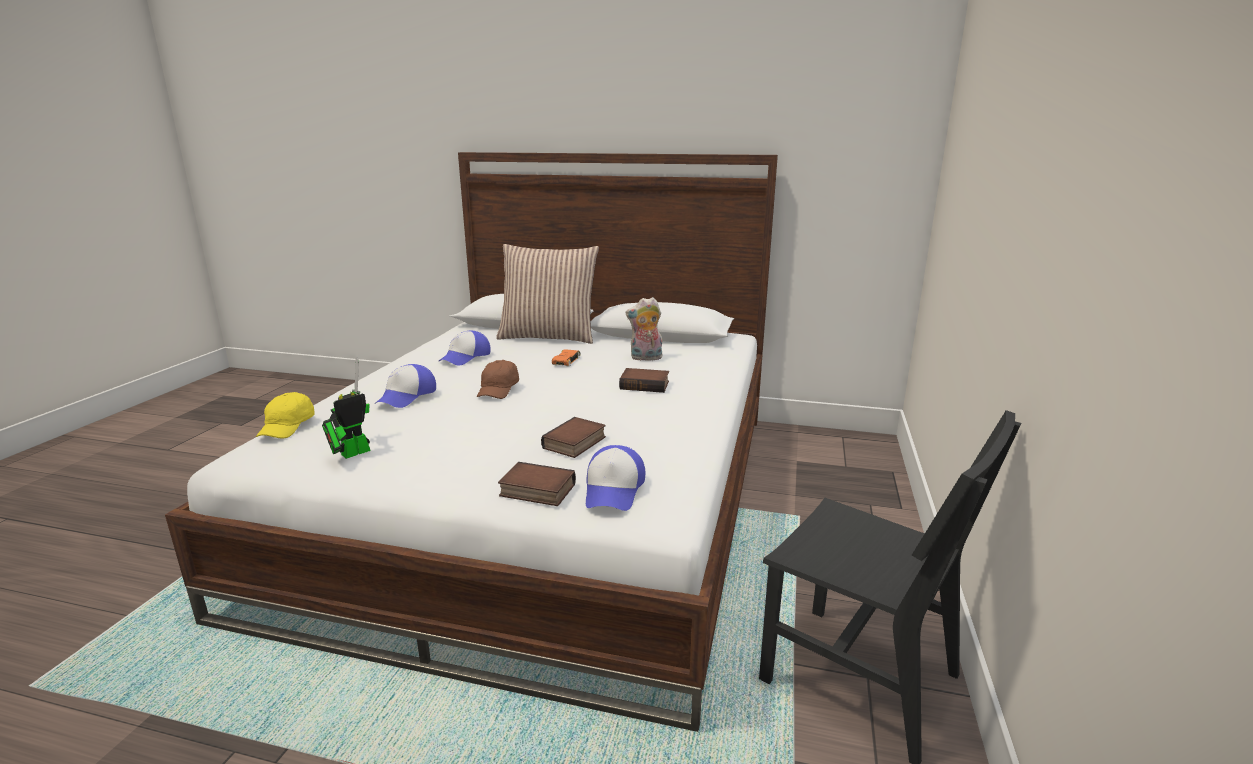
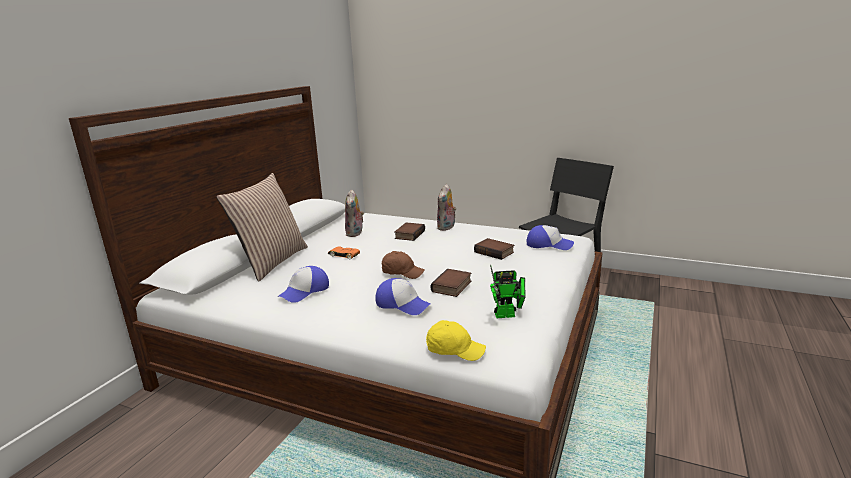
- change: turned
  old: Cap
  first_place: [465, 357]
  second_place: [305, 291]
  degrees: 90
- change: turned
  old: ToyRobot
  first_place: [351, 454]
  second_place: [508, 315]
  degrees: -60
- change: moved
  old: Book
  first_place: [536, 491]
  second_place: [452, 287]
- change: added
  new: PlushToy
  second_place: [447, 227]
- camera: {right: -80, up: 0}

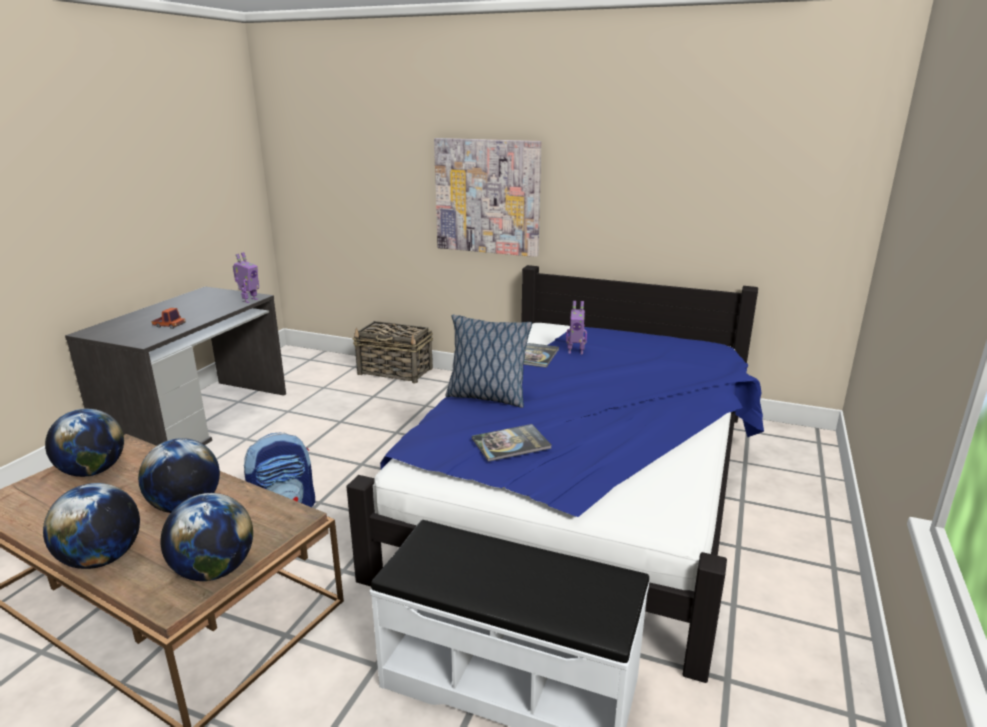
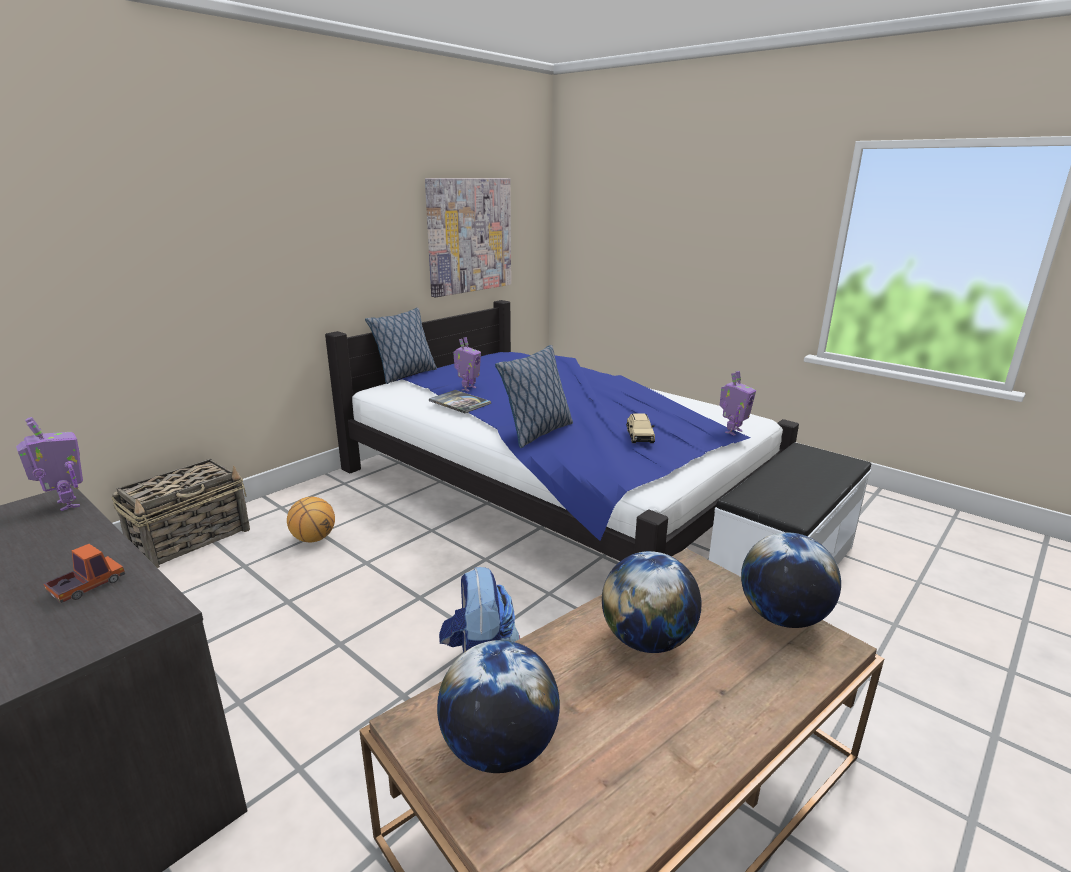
- change: moved
  old: Picture
  first_place: [487, 197]
  second_place: [469, 236]
- change: replaced
  old: Book
  new: BeigeToyCar
  first_place: [511, 443]
  second_place: [639, 436]
- change: removed
  old: Globe
  first_place: [102, 559]
- change: added
  new: Pillow
  second_place: [405, 375]
- change: added
  new: ToyRobot
  second_place: [732, 431]
- change: added
  new: Basketball
  second_place: [313, 539]
- camera: {right: -70, up: 0}

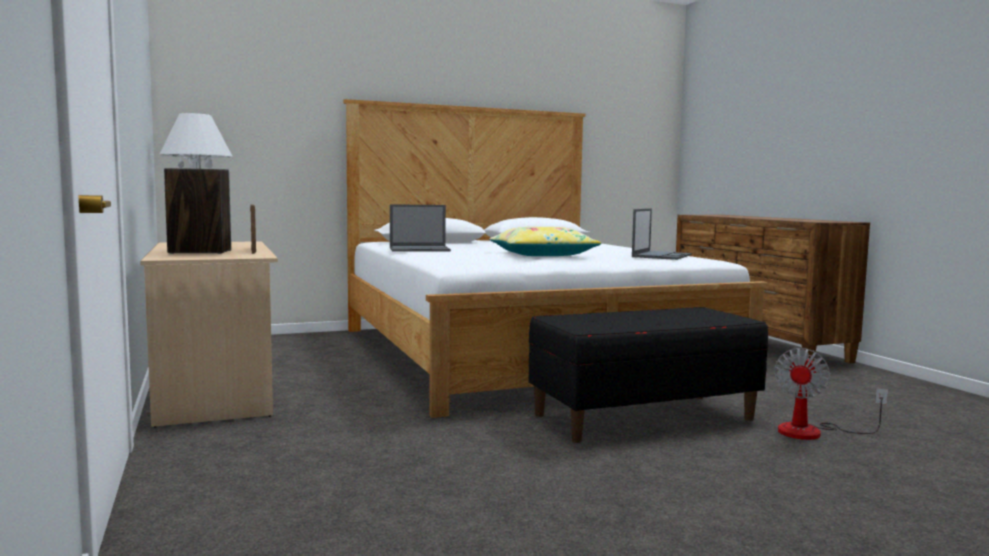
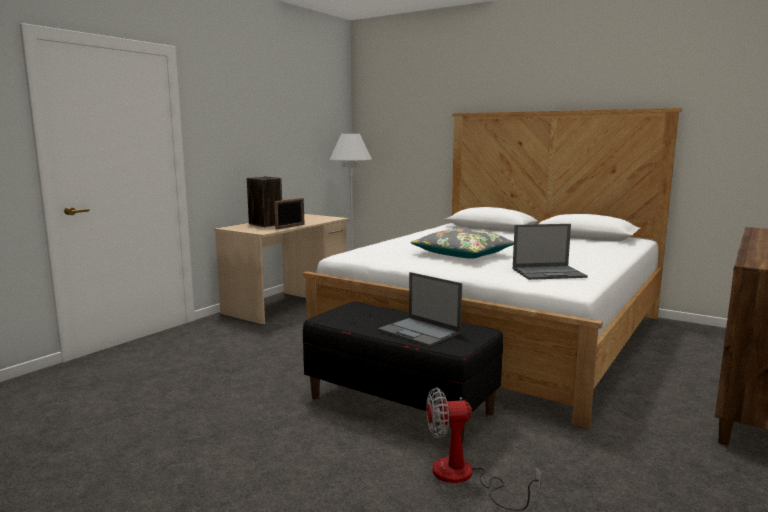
- change: moved
  old: Laptop
  first_place: [420, 249]
  second_place: [420, 332]
- change: recoloured
  old: YellowPillow
  new: GreyPillow
  first_place: [542, 255]
  second_place: [463, 254]
- camera: {right: 55, up: 5}

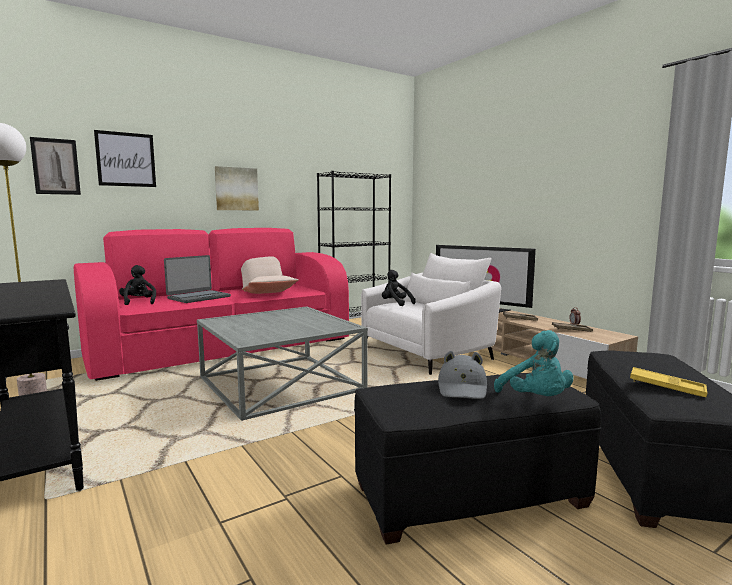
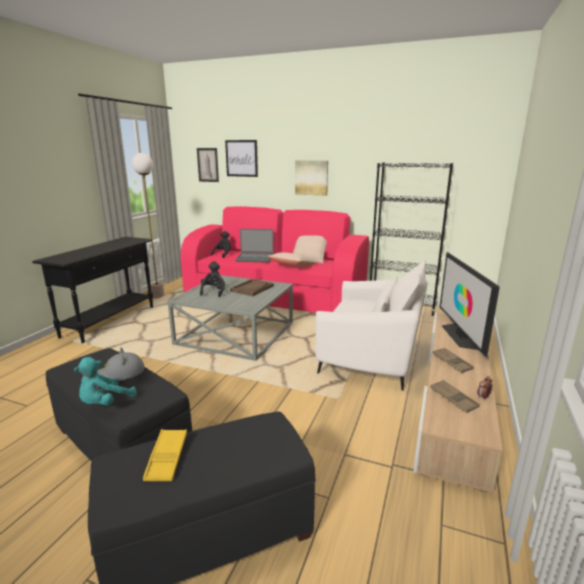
- change: moved
  old: BlackPlushToy
  first_place: [395, 304]
  second_place: [213, 292]
- change: added
  new: BrownTray
  second_place: [252, 288]
- camera: {right: 55, up: 10}

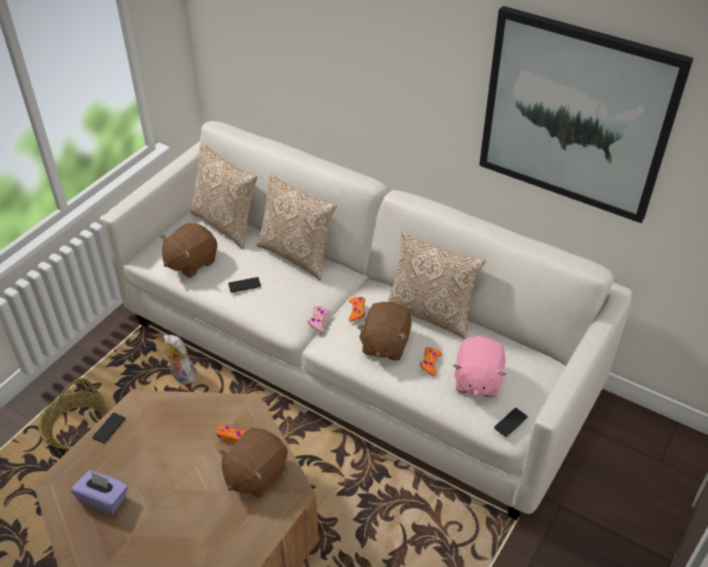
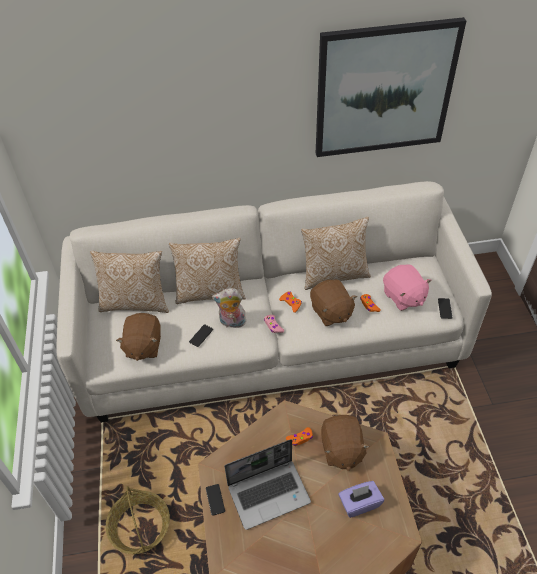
- change: moved
  old: PlushToy
  first_place: [180, 375]
  second_place: [231, 323]
- change: moved
  old: PurpleTissueBox
  first_place: [104, 499]
  second_place: [359, 503]
- change: added
  new: Laptop
  second_place: [269, 493]
- camera: {right: -40, up: 5}

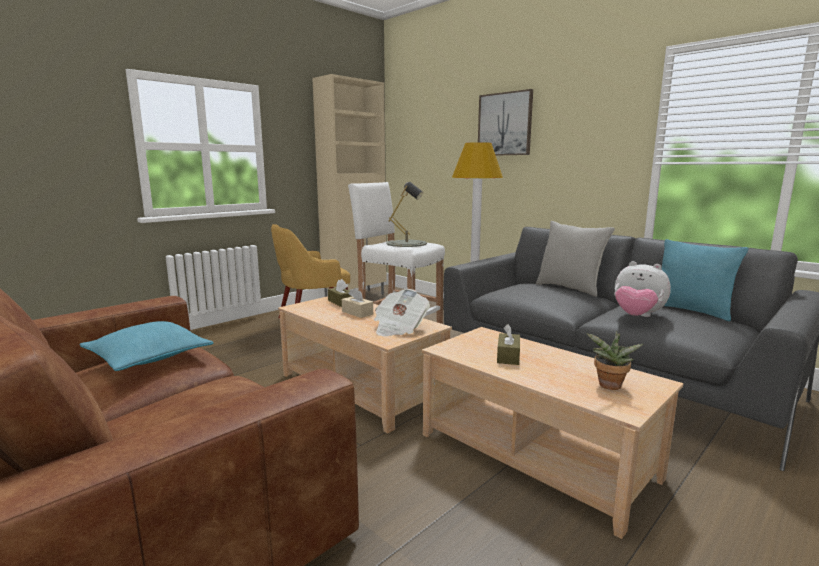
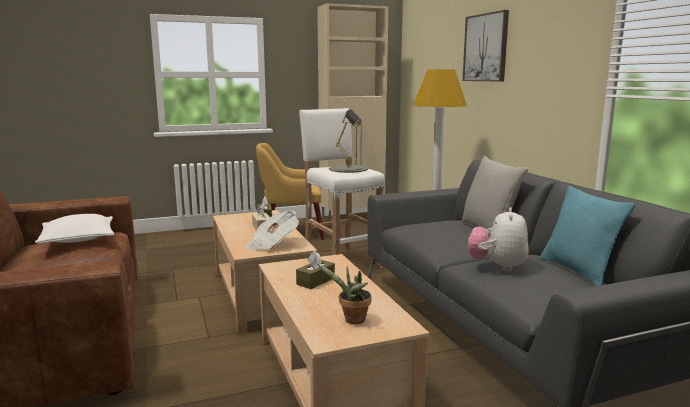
- change: turned
  old: PlushToy
  first_place: [637, 316]
  second_place: [497, 267]
  degrees: 45
- change: recoloured
  old: TurquoisePillow
  new: WhitePillow
  first_place: [148, 357]
  second_place: [78, 239]
- camera: {right: 25, up: 0}

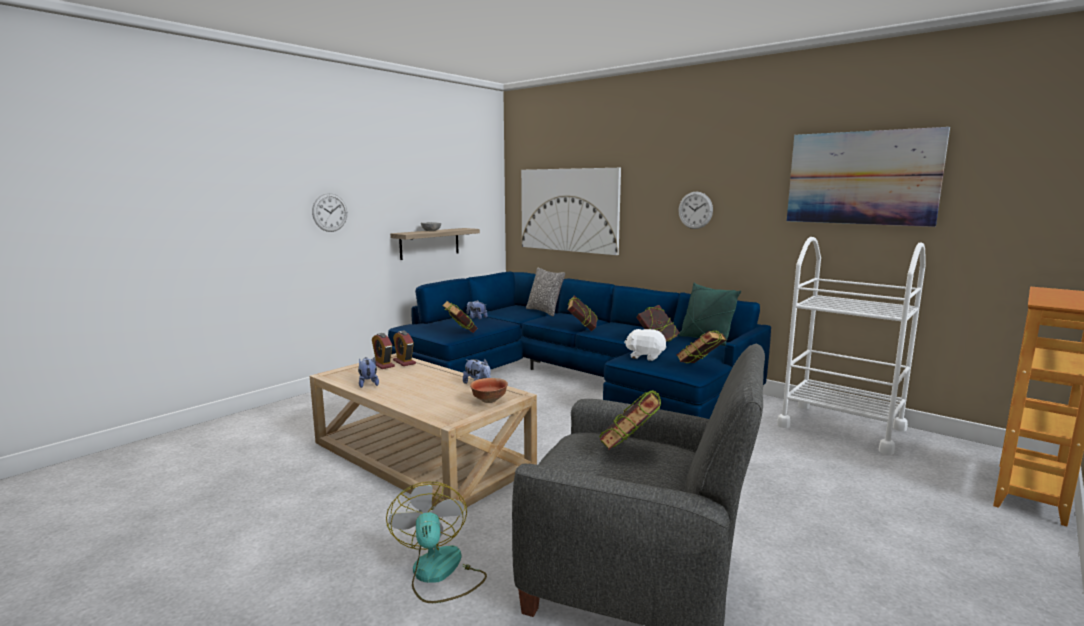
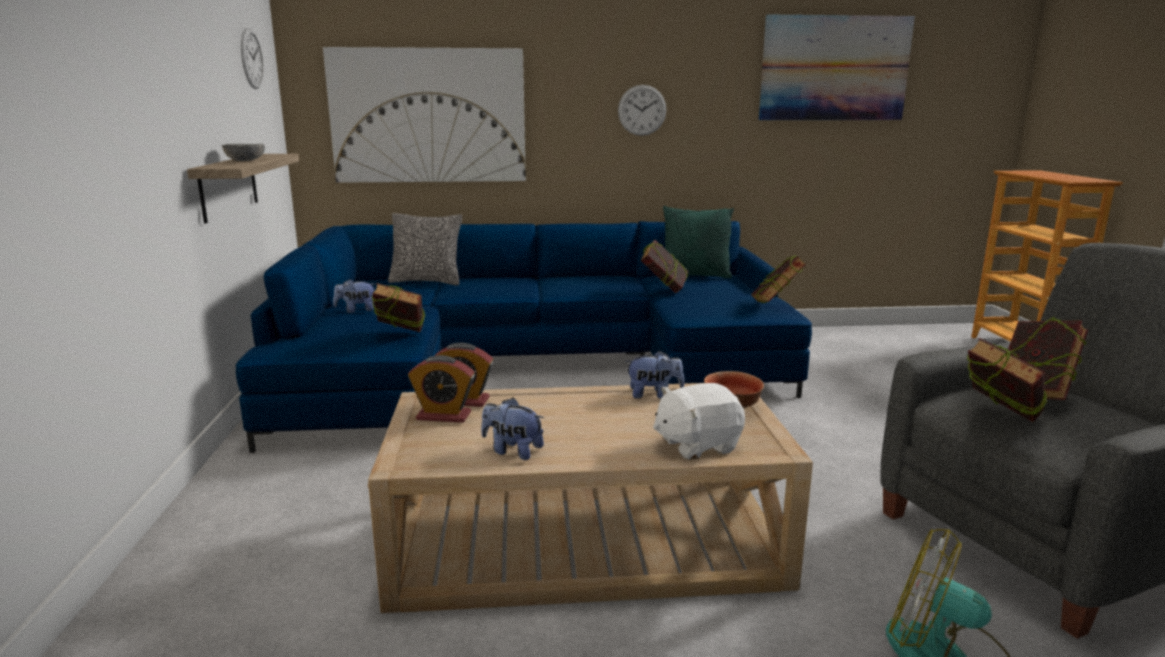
- change: moved
  old: WallClock
  first_place: [330, 212]
  second_place: [251, 58]
- change: removed
  old: WhiteCart
  first_place: [841, 427]
- change: moved
  old: Book
  first_place: [582, 329]
  second_place: [998, 421]
- change: moved
  old: WhitePlushToy
  first_place: [645, 356]
  second_place: [696, 445]
- camera: {right: -45, up: 5}

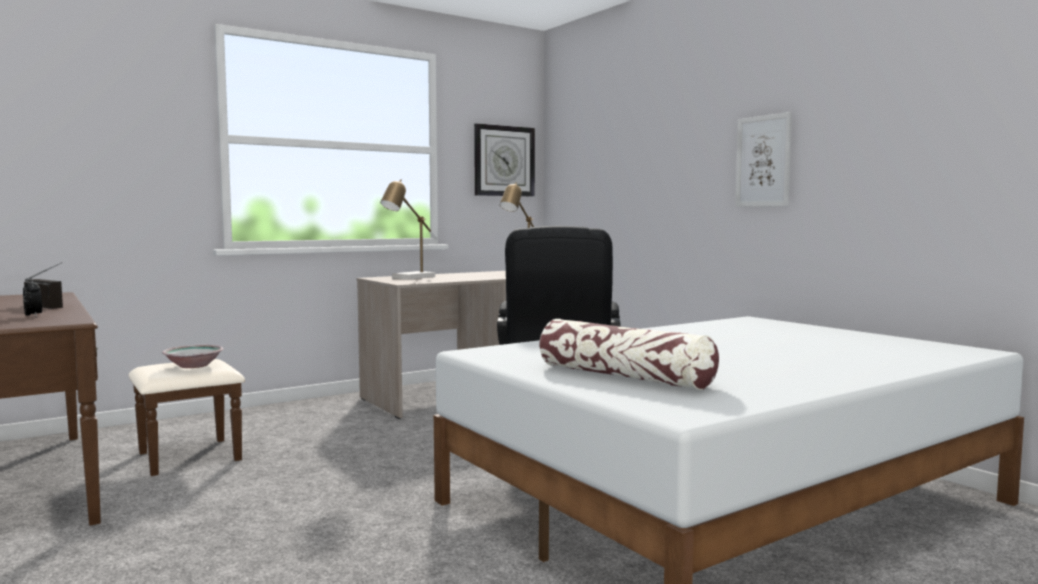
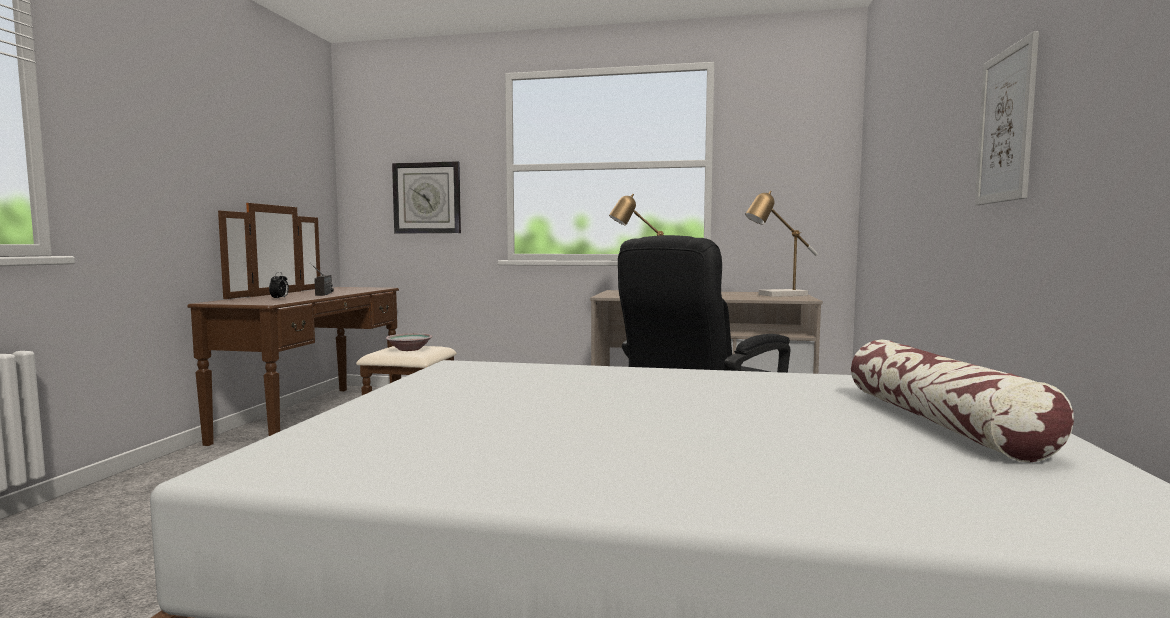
- change: moved
  old: WallClock
  first_place: [504, 161]
  second_place: [427, 198]
- change: moved
  old: Pillow
  first_place: [624, 376]
  second_place: [941, 423]
- camera: {right: 45, up: 0}

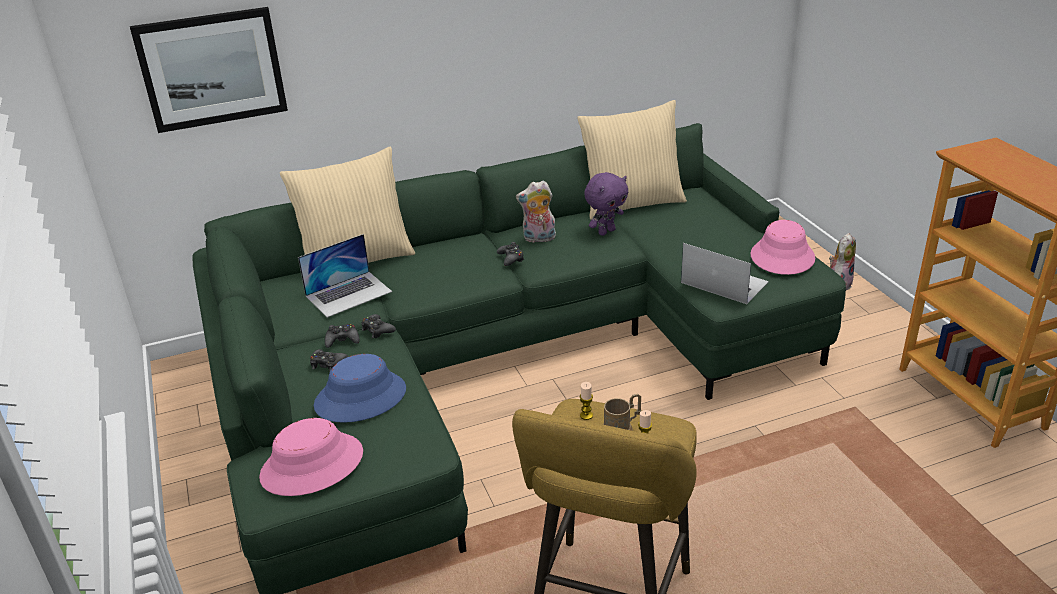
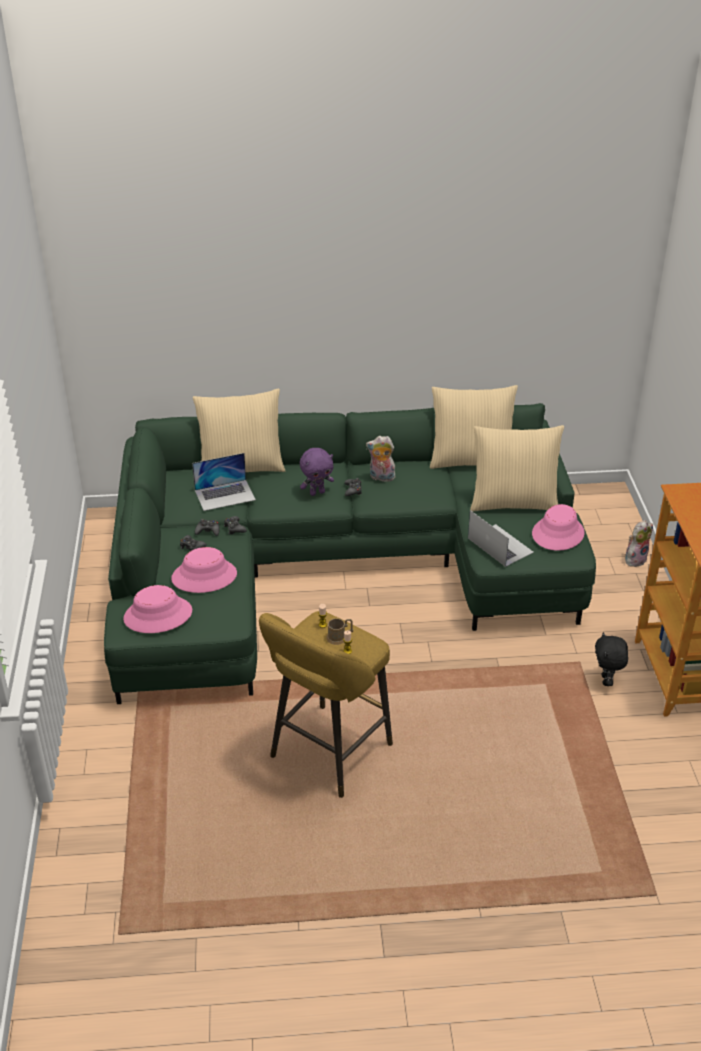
- change: removed
  old: Picture
  first_place: [212, 69]
- change: moved
  old: PurplePlushToy
  first_place: [606, 231]
  second_place: [317, 492]
- change: recoloured
  old: BlueHat
  new: PinkHat
  first_place: [360, 397]
  second_place: [204, 576]
- change: added
  new: BeigePillow
  second_place: [513, 502]
- change: added
  new: BlackPlushToy
  second_place: [606, 681]
- camera: {right: 15, up: 5}

